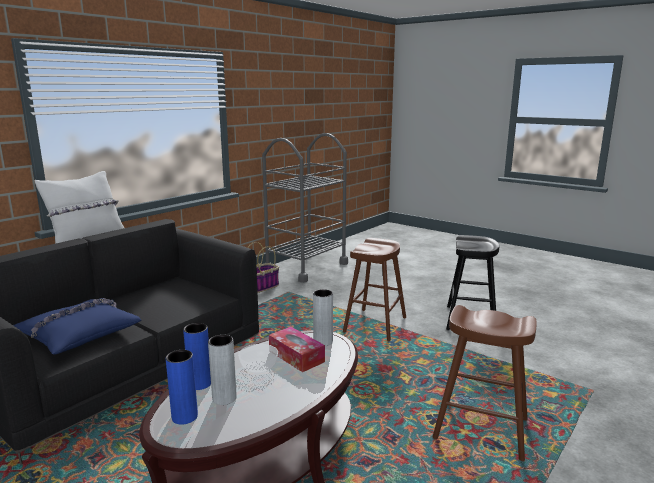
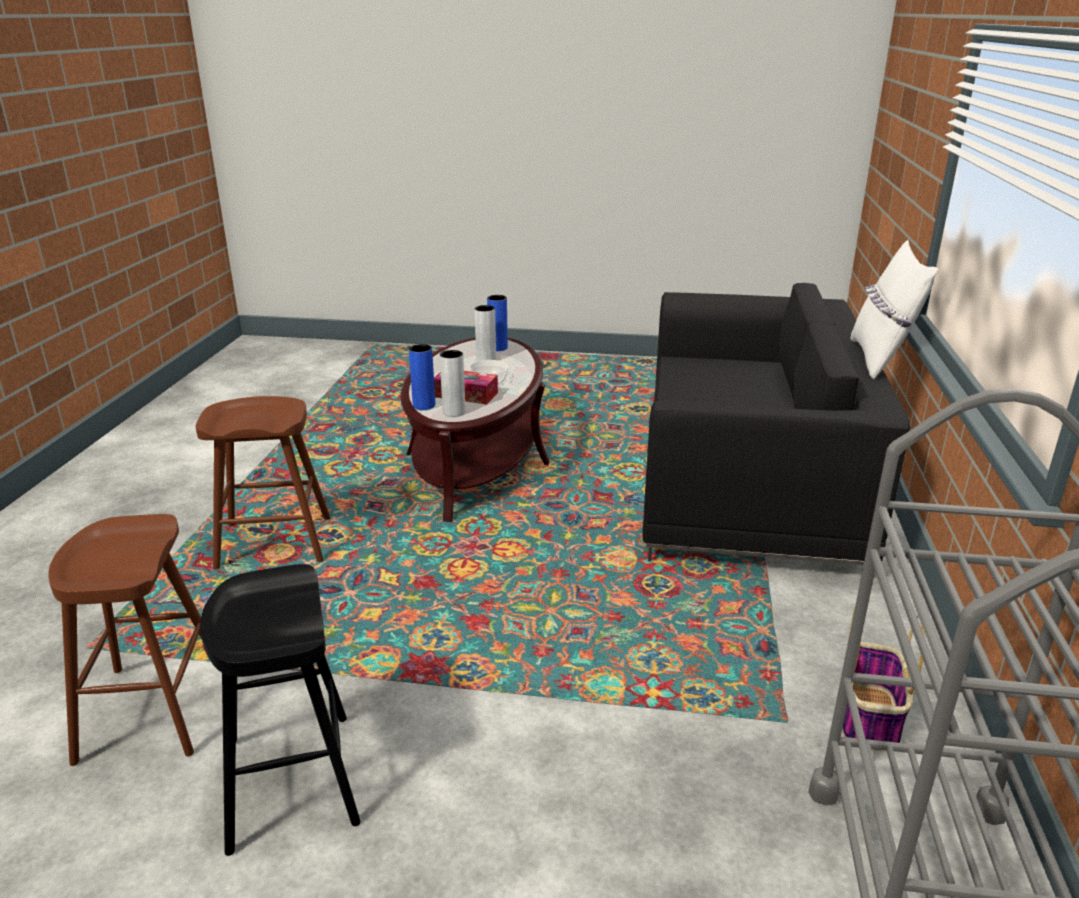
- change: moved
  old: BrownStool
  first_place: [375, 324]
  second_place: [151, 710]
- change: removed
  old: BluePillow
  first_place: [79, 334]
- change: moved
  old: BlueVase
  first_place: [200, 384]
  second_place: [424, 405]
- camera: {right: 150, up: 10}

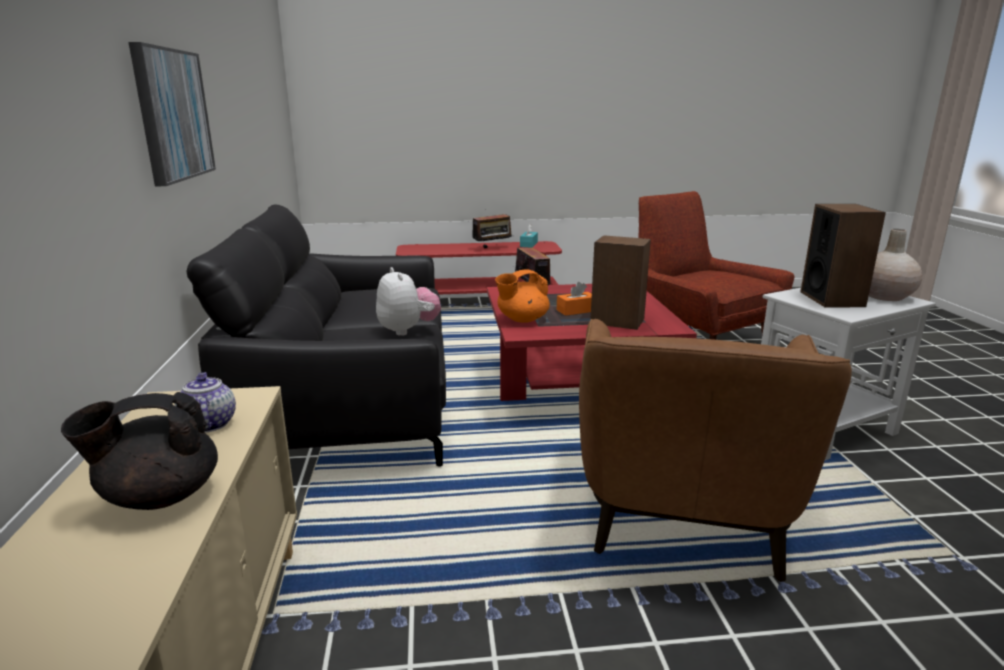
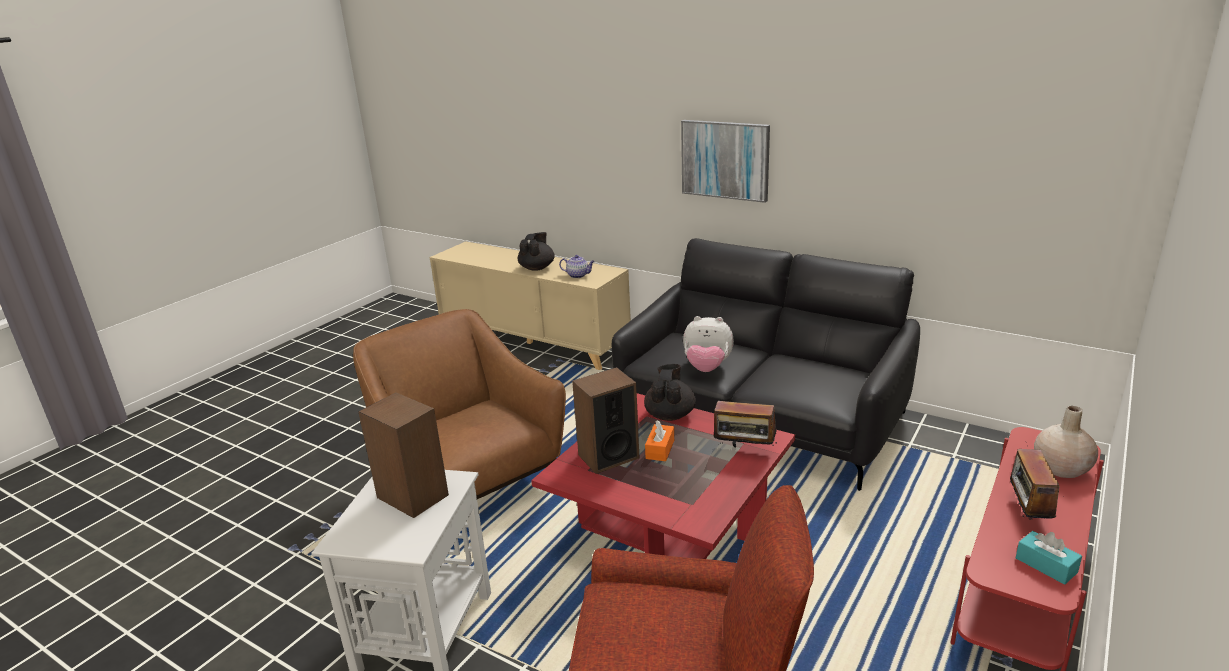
- change: moved
  old: BeigeVase
  first_place: [885, 296]
  second_place: [1061, 468]
- change: recoloured
  old: OrangeTeapot
  new: BlackTeapot
  first_place: [522, 319]
  second_place: [670, 415]
- camera: {right: 130, up: 5}

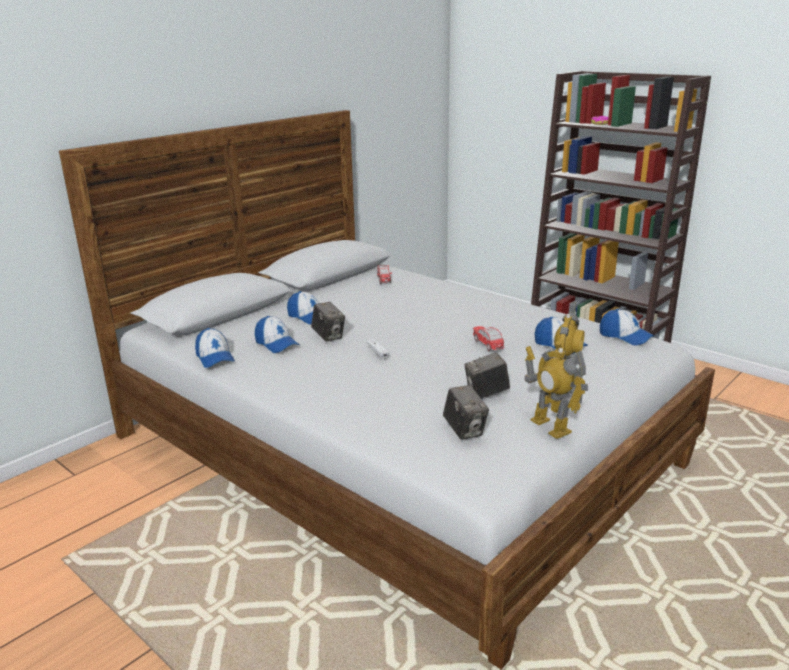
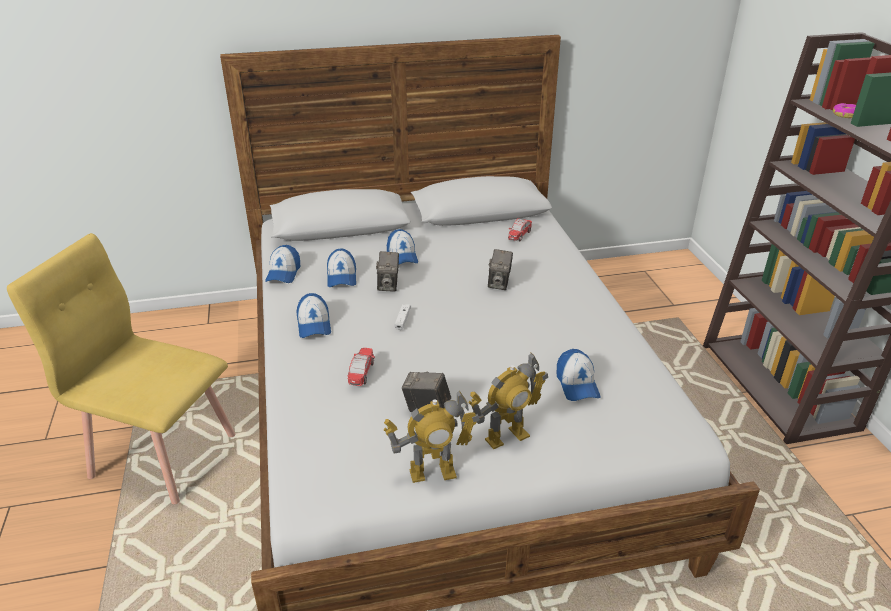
- change: moved
  old: Cap
  first_place: [625, 336]
  second_place: [314, 324]
- change: moved
  old: ToyCar
  first_place: [487, 345]
  second_place: [361, 374]
- change: turned
  old: ToyRobot
  first_place: [550, 426]
  second_place: [432, 473]
  degrees: -105
- change: moved
  old: PhotoCamera
  first_place: [464, 430]
  second_place: [499, 283]
- change: added
  new: YellowChair
  second_place: [163, 454]
- camera: {right: 35, up: 10}

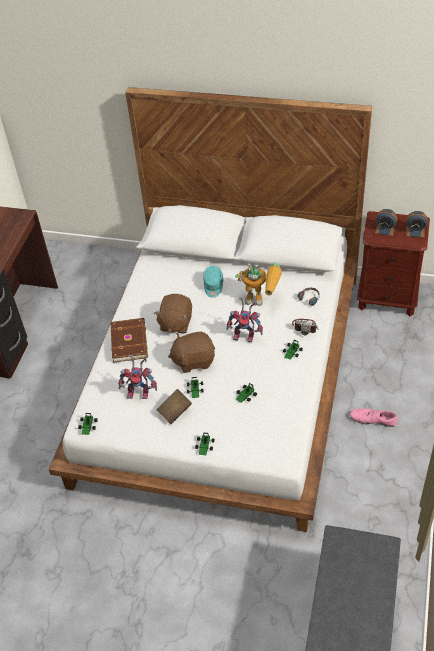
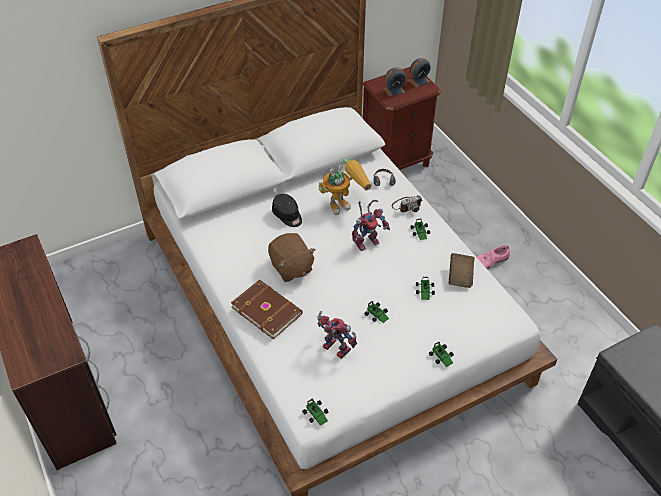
- change: recoloured
  old: TurquoiseCap
  new: BlackCap
  first_place: [213, 286]
  second_place: [287, 215]
- change: removed
  old: BrownPlushToy
  first_place: [193, 360]
- change: turned
  old: ToyRobot
  first_place: [140, 392]
  second_place: [333, 348]
  degrees: -105
- change: moved
  old: BrownBook
  first_place: [174, 411]
  second_place: [460, 276]
- camera: {right: -45, up: 0}

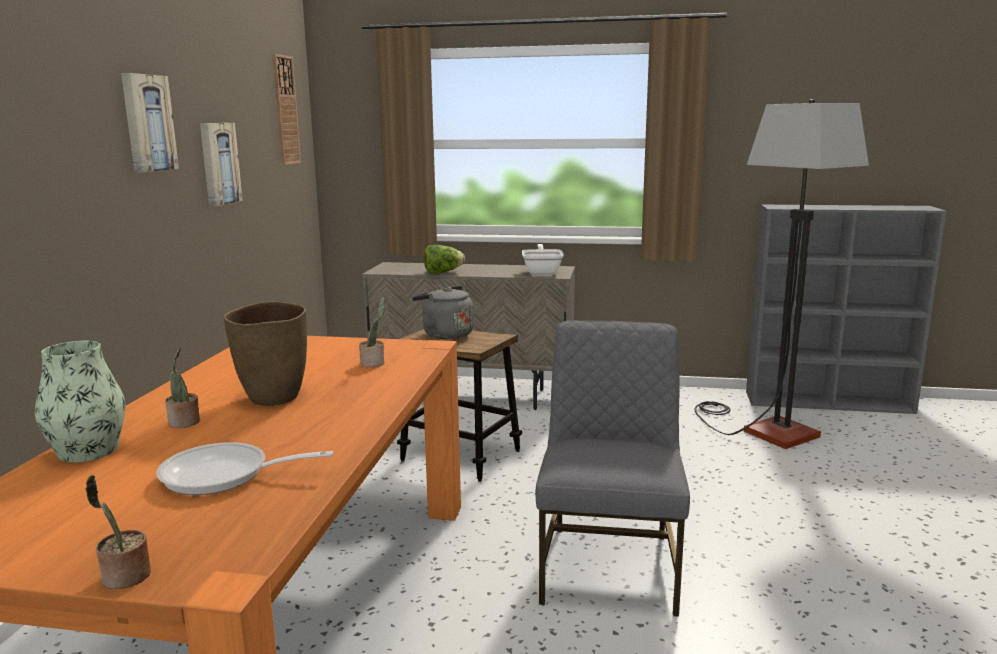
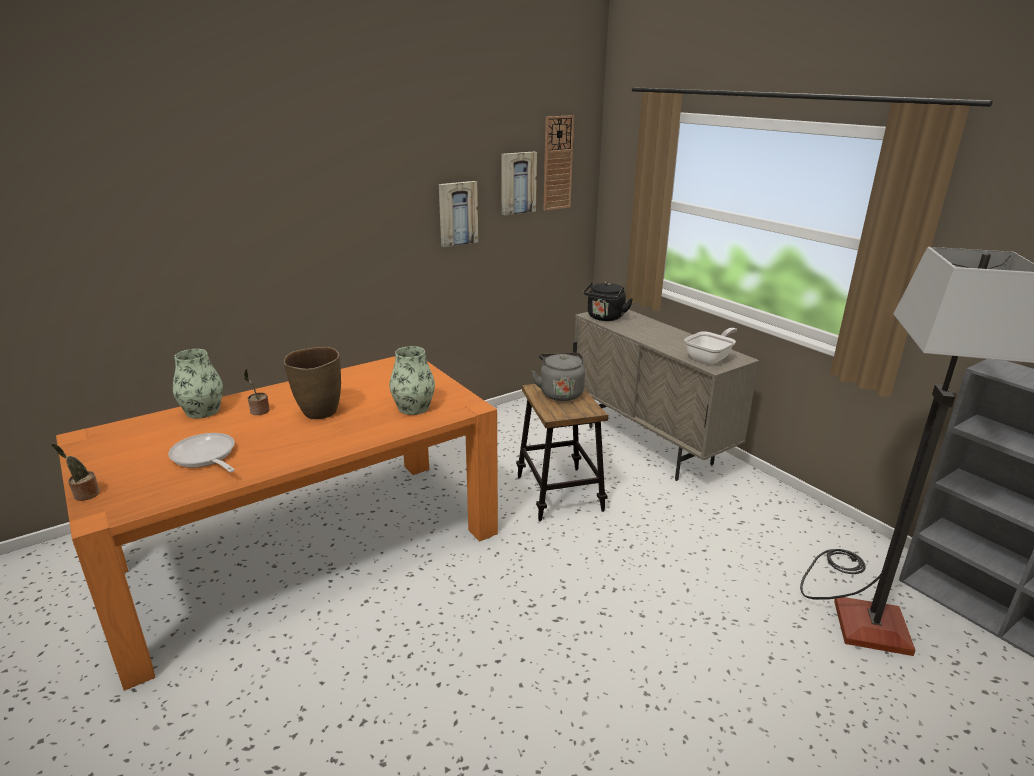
- change: moved
  old: Picture
  first_place: [147, 123]
  second_place: [517, 183]
- change: removed
  old: Lettuce
  first_place: [442, 272]
- change: replaced
  old: PottedPlant
  new: Vase
  first_place: [374, 363]
  second_place: [413, 408]
- change: removed
  old: GreyChair
  first_place: [609, 566]
- change: added
  new: BlackKettle
  second_place: [605, 318]
- camera: {right: 45, up: 10}

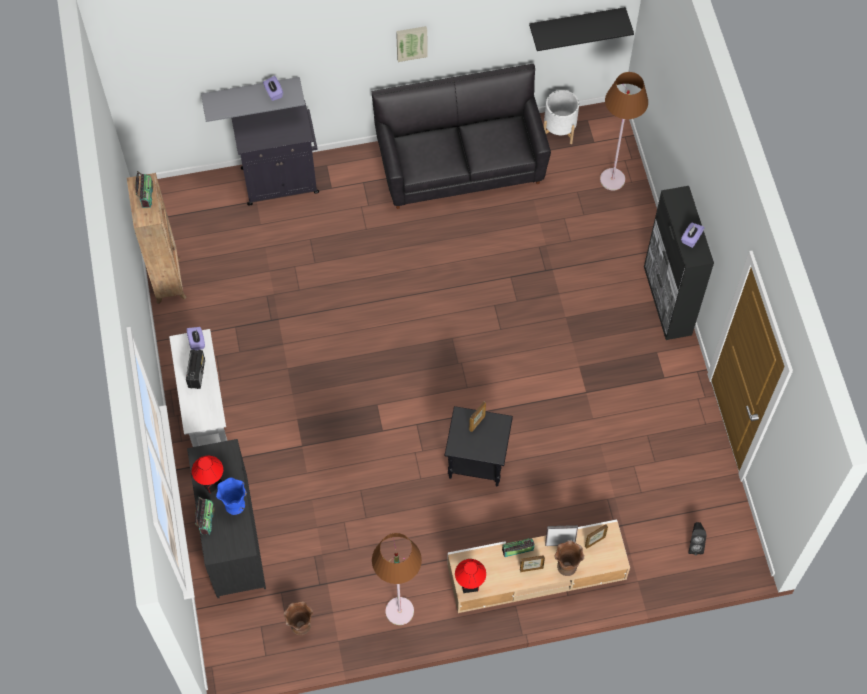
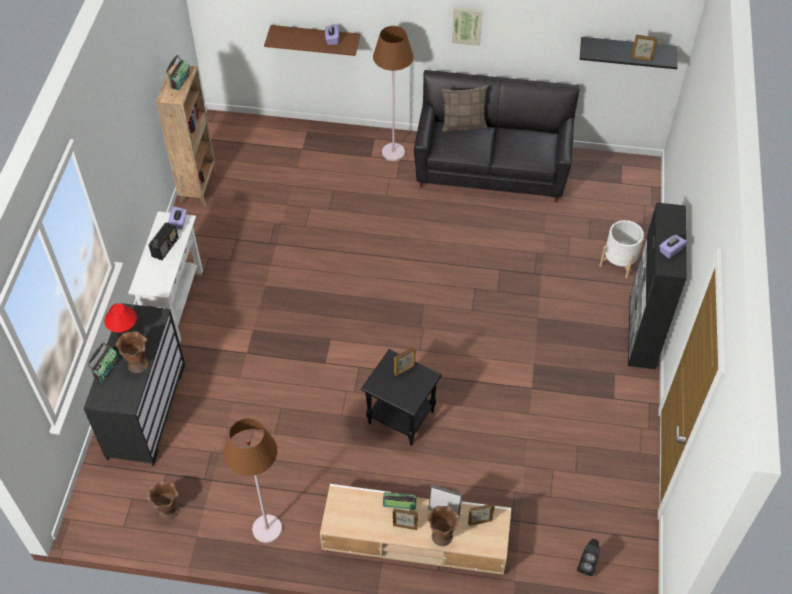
- change: moved
  old: BrownFloorLamp
  first_place: [612, 179]
  second_place: [393, 152]
- change: recoloured
  old: GreyShelf
  new: BrownShelf
  first_place: [251, 93]
  second_place: [316, 39]
- change: moved
  old: WhitePlanter
  first_place: [559, 129]
  second_place: [619, 262]
- change: removed
  old: BlackCabinet
  first_place: [281, 180]
- change: recoloured
  old: BlueVase
  new: BrownVase
  first_place: [235, 505]
  second_place: [138, 364]
- change: removed
  old: TableLamp
  first_place: [470, 584]
- change: added
  new: PictureFrame
  second_place: [641, 59]
- change: added
  new: Pillow
  second_place: [463, 125]
- camera: {right: 20, up: -10}

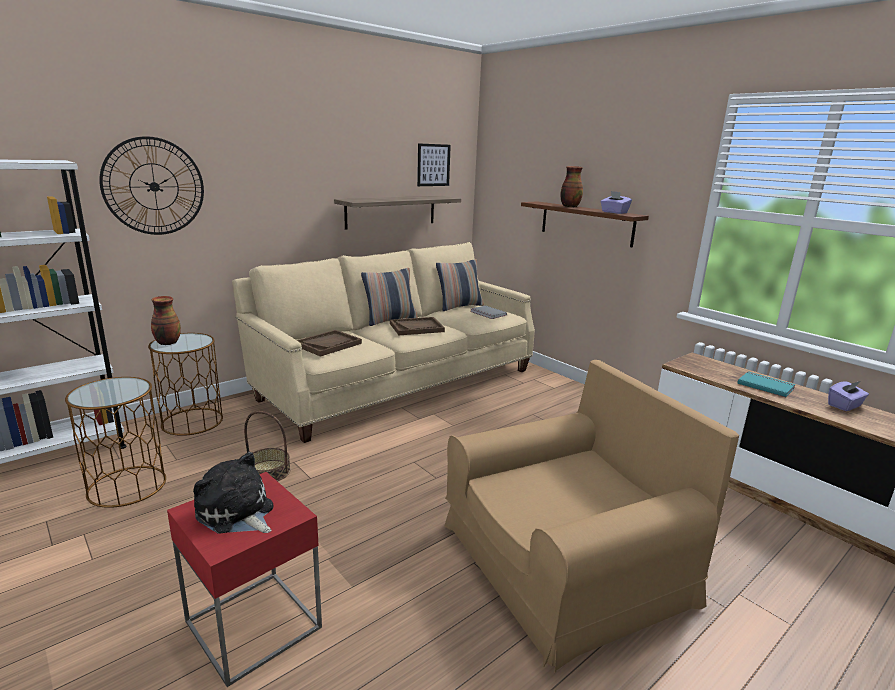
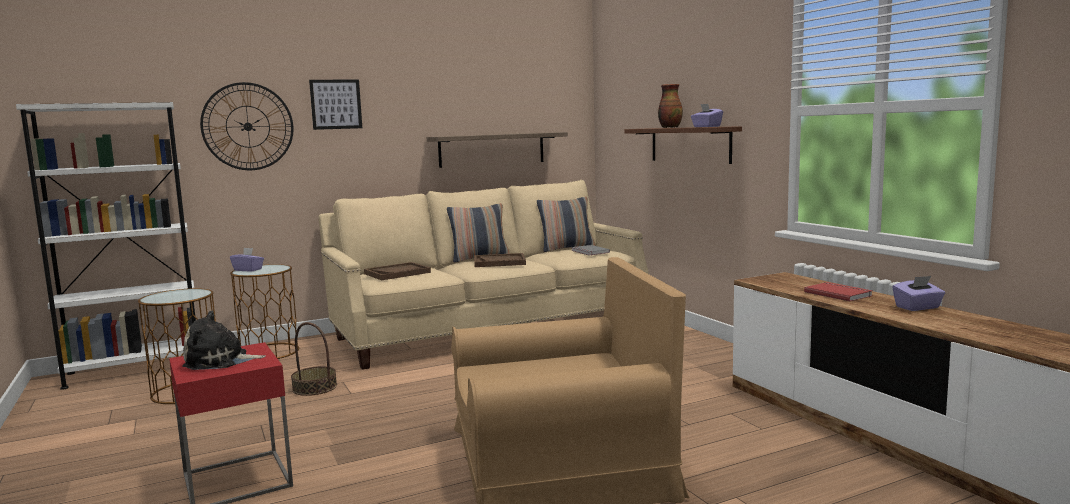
- change: moved
  old: Picture
  first_place: [433, 165]
  second_place: [336, 104]
- change: replaced
  old: Vase
  new: PurpleTissueBox
  first_place: [167, 342]
  second_place: [248, 270]
- change: recoloured
  old: TurquoiseBook
  new: RedBook
  first_place: [765, 385]
  second_place: [838, 294]
- change: turned
  old: PlushToy
  first_place: [237, 513]
  second_place: [220, 361]
  degrees: -60
- camera: {right: 15, up: -10}

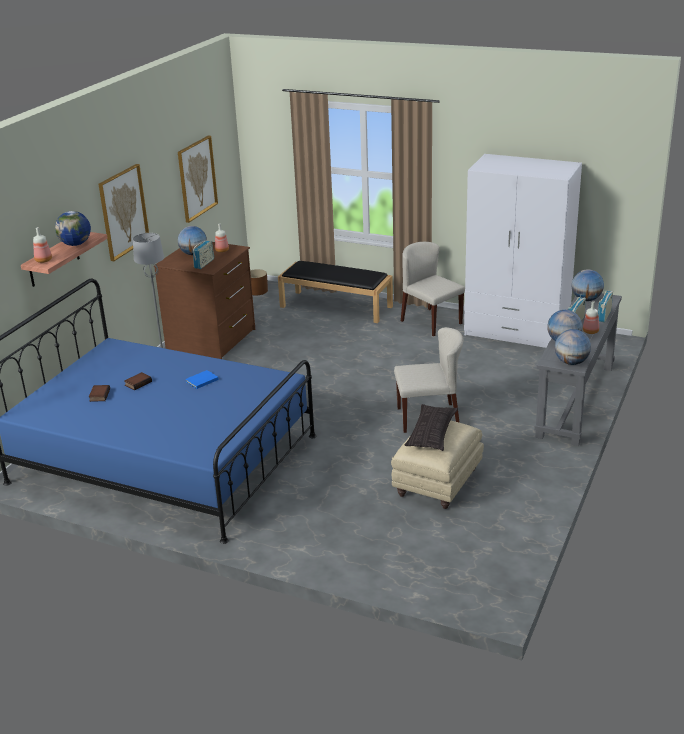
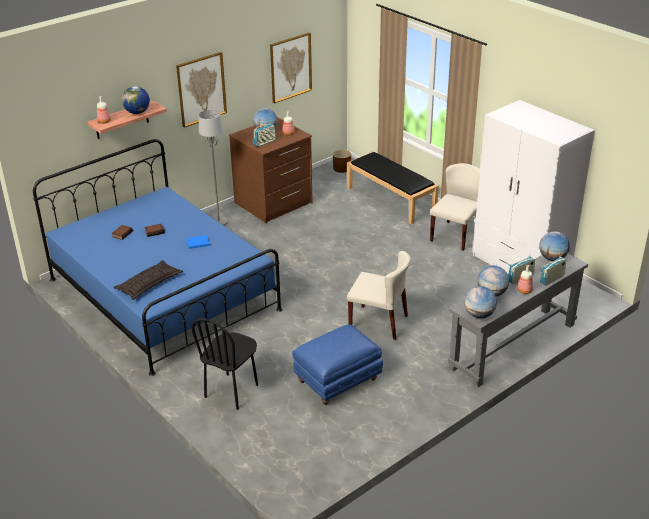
- change: turned
  old: BeigeChair
  first_place: [430, 322]
  second_place: [455, 235]
  degrees: 45
- change: moved
  old: Pillow
  first_place: [432, 432]
  second_place: [149, 284]
- change: recoloured
  old: BeigeOttoman
  new: BlueOttoman
  first_place: [437, 483]
  second_place: [337, 381]
- change: added
  new: BlackChair
  second_place: [231, 391]
- camera: {right: 25, up: 5}

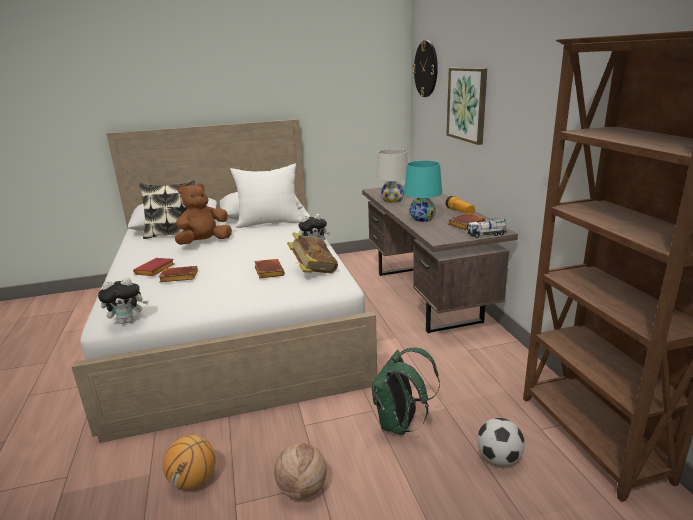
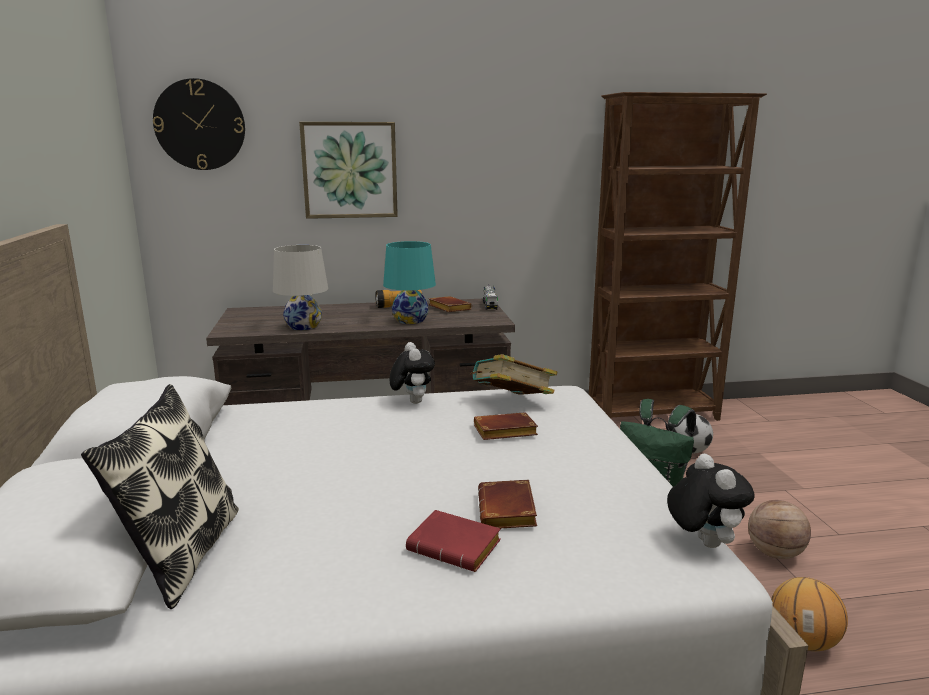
- change: removed
  old: WhitePillow
  first_place: [270, 222]
- change: removed
  old: BrownPlushToy
  first_place: [204, 242]
- camera: {right: -85, up: -5}

